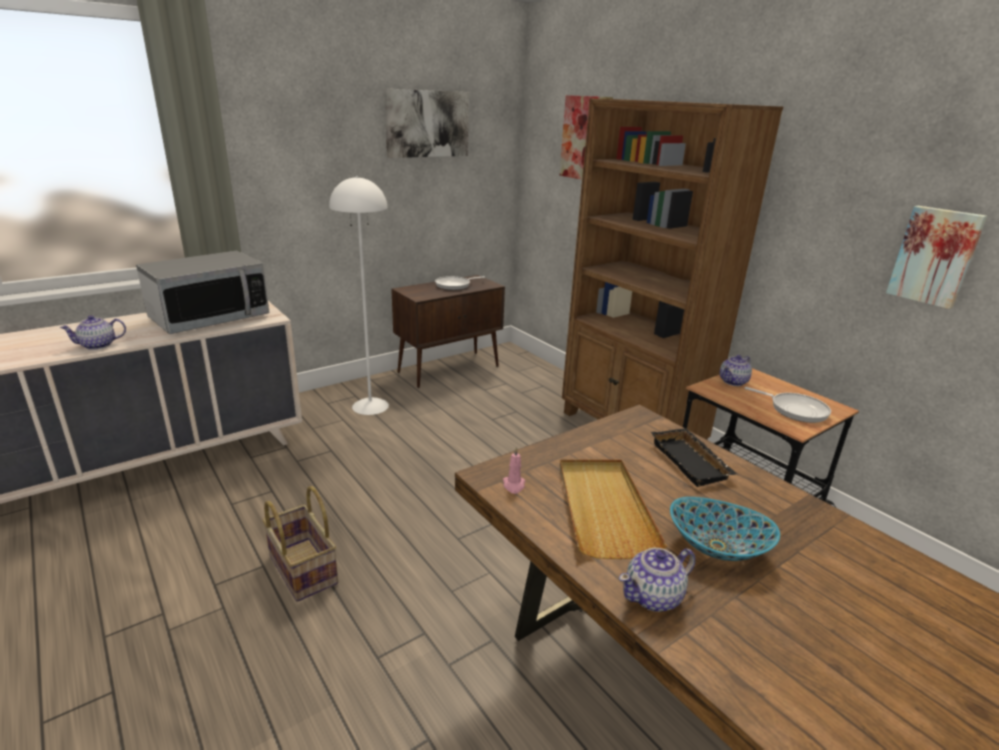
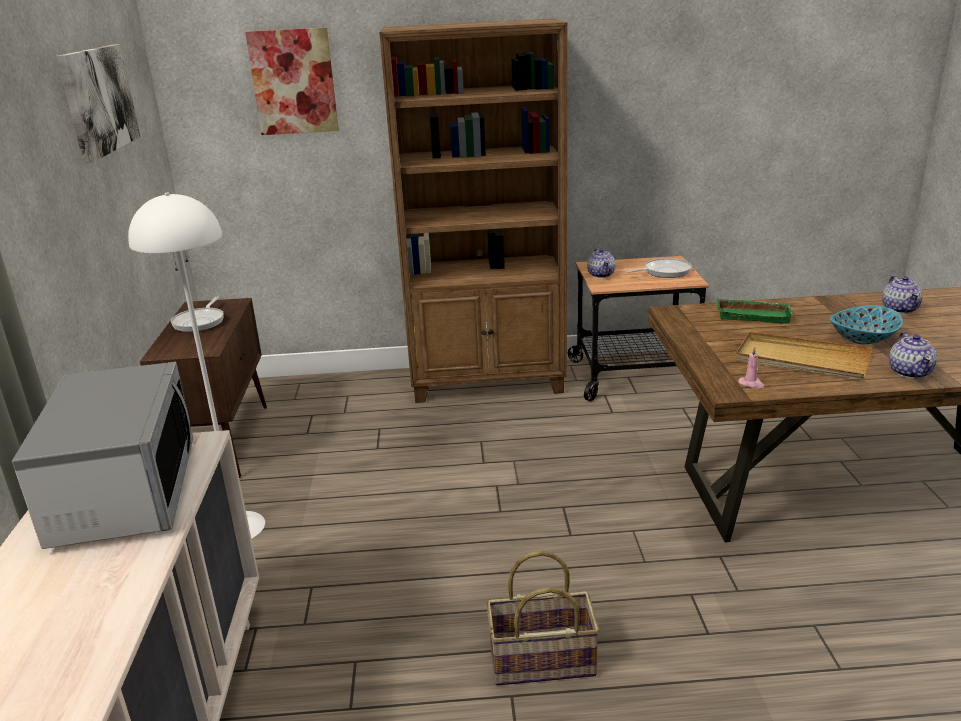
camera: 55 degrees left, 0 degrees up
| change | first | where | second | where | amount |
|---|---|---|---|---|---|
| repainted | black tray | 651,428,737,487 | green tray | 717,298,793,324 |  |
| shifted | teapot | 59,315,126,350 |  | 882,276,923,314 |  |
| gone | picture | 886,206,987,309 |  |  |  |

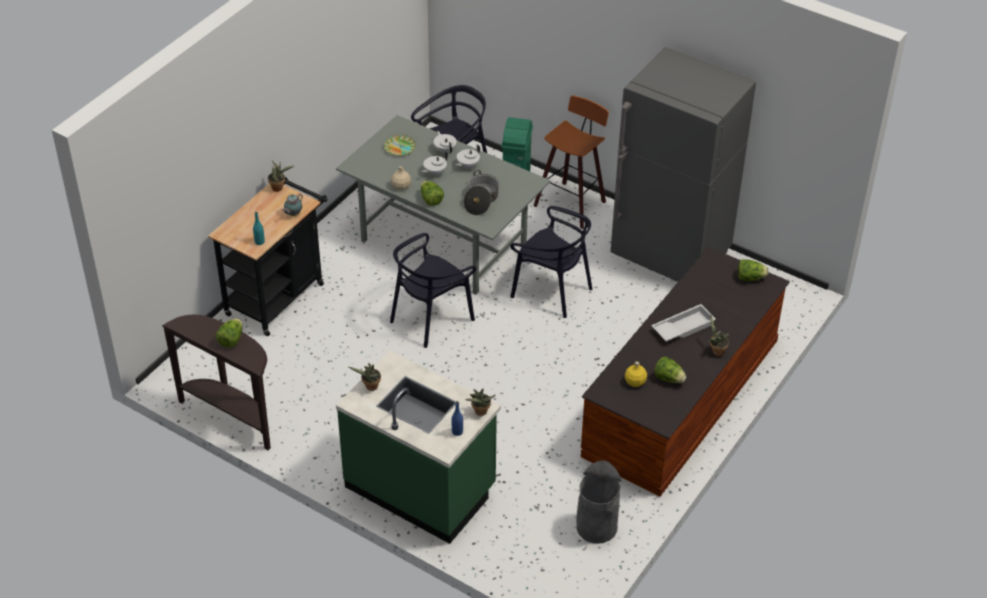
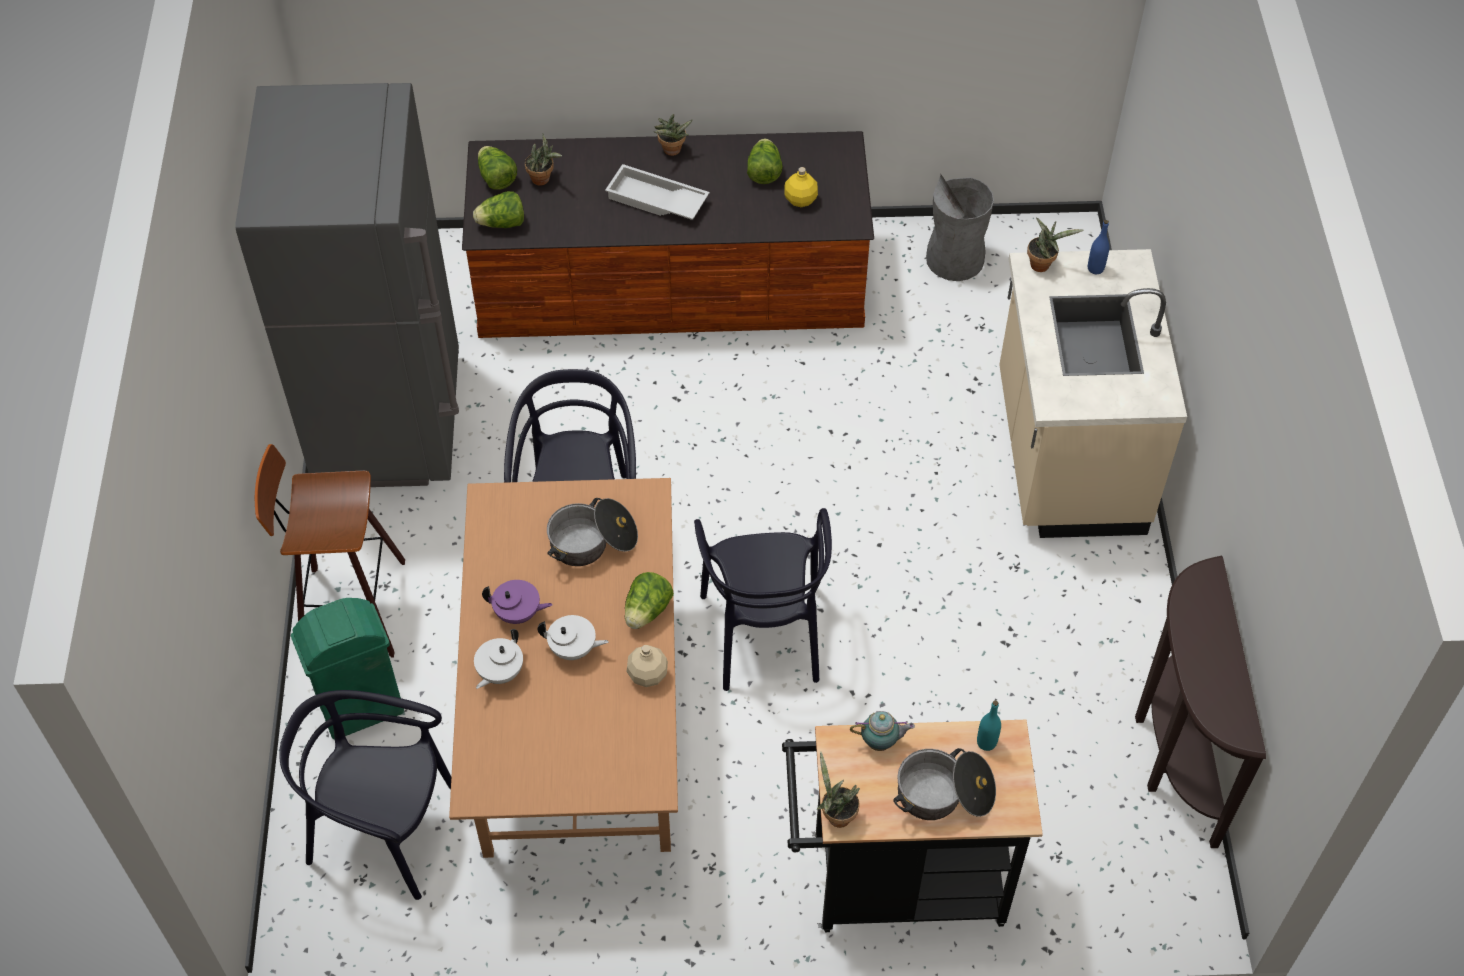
camera: 125 degrees left, 10 degrees up
| change | first | where | second | where | amount |
|---|---|---|---|---|---|
| repainted | grey dining table | 336,115,550,295 | brown dining table | 449,478,678,858 |  |
| shifted | lettuce | 216,319,243,348 |  | 473,191,524,228 |  |
| repainted | white teapot | 455,145,480,169 | purple teapot | 482,580,553,624 |  |
| shifted | potted plant | 349,363,381,391 |  | 525,133,562,186 |  |
| rotated | black chair | 390,233,477,348 |  | 694,508,832,691 | 75 degrees clockwise |
| new |  |  | cooking pot | 893,748,996,820 |  |
| repainted | green counter | 336,351,501,544 | beige counter | 999,249,1187,538 |  |
| gone | plate | 384,135,416,156 |  |  |  |

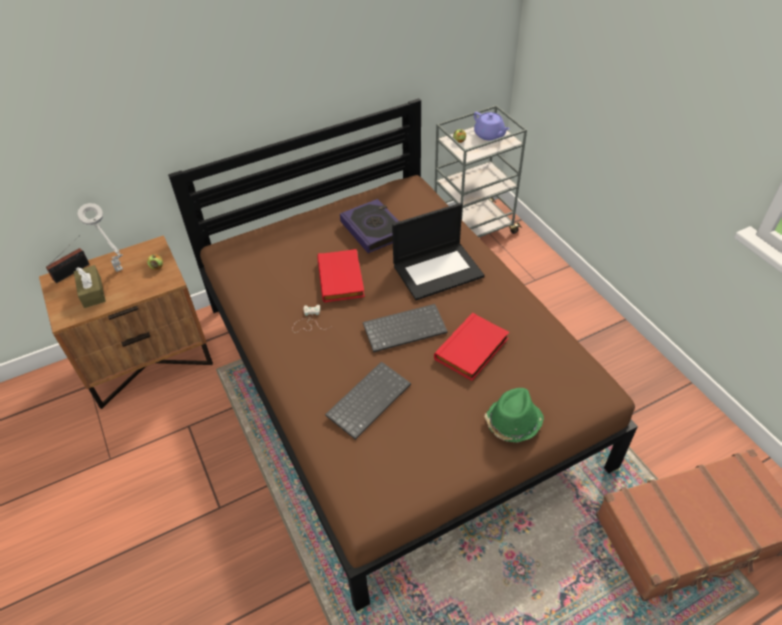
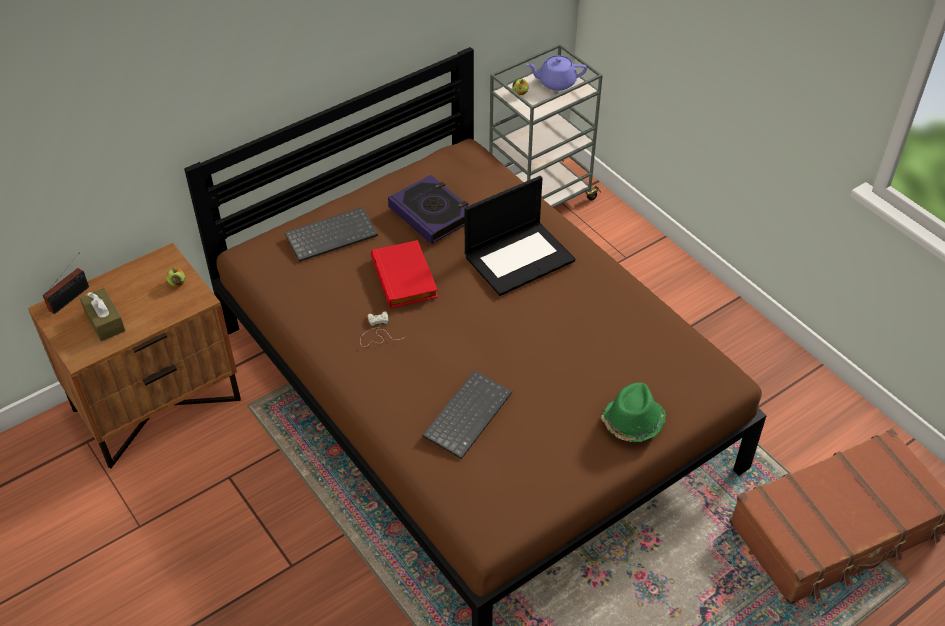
camera: 10 degrees left, 0 degrees up
| change | first | where | second | where | amount |
|---|---|---|---|---|---|
| shifted | keyboard | 363,304,448,352 |  | 285,207,378,262 |  |
| rotated | purple teapot | 473,112,510,141 |  | 526,55,587,91 | 135 degrees clockwise |
| gone | grey table lamp | 77,203,123,272 |  |  |  |
| gone | red book | 434,313,509,381 |  |  |  |

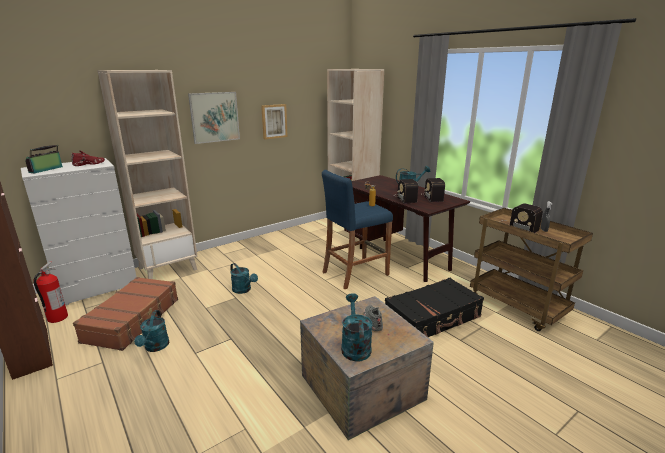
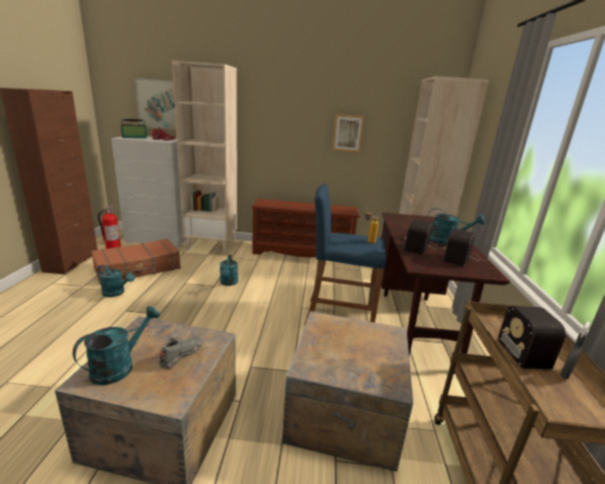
camera: 40 degrees right, 0 degrees up
| change | first | where | second | where | amount |
|---|---|---|---|---|---|
| rotated | turquoise watering can | 134,310,169,352 |  | 97,265,135,297 | 105 degrees counterclockwise |
| shifted | picture | 188,92,240,144 |  | 135,78,176,129 |  |
| new |  |  | brown shoe rack | 251,199,360,258 |  |
| swapped | black suitcase | 385,278,484,337 | crate | 282,311,413,472 |  |

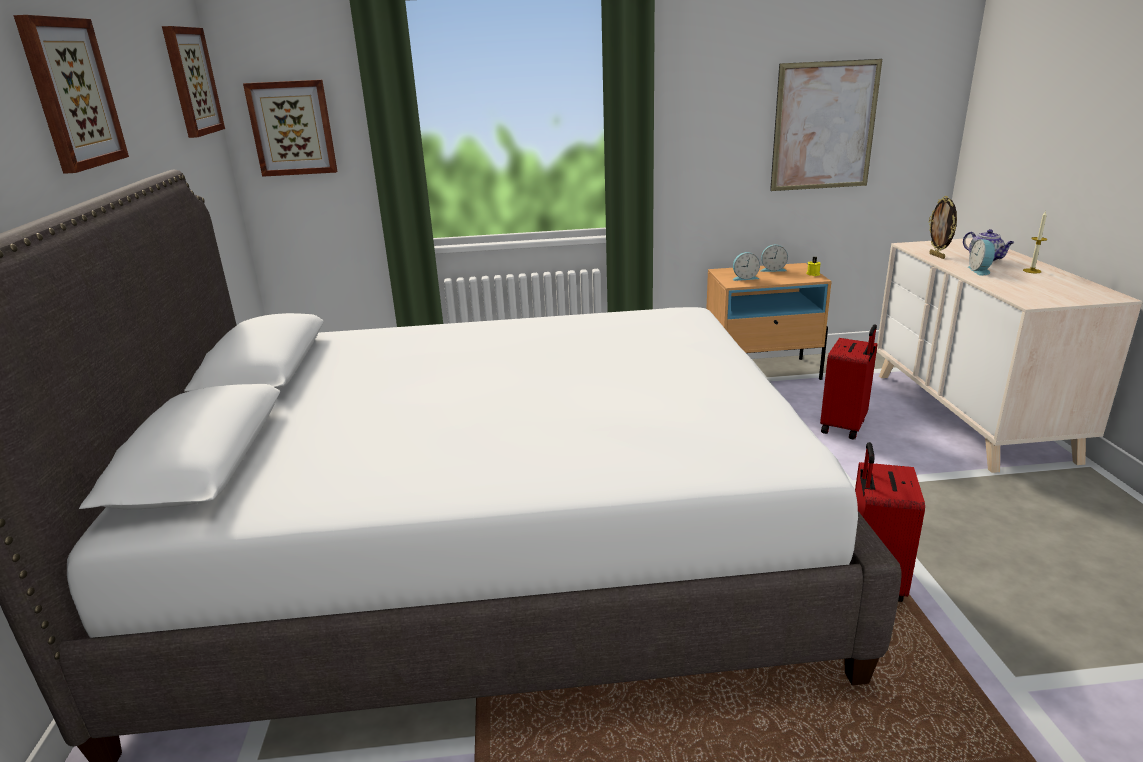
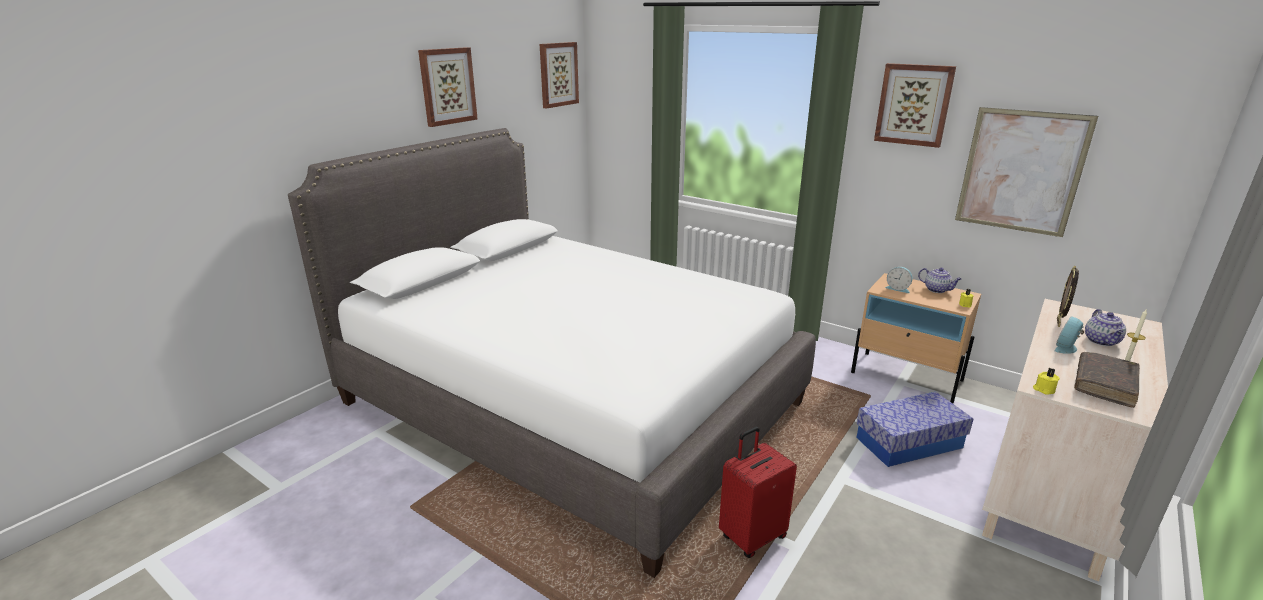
camera: 40 degrees right, 0 degrees up
| change | first | where | second | where | amount |
|---|---|---|---|---|---|
| swapped | red suitcase | 820,324,878,440 | storage box | 856,392,973,467 |  |
| shifted | picture | 243,80,338,177 |  | 874,63,956,148 |  |
| swapped | alarm clock | 761,245,788,272 | teapot | 918,268,962,293 |  |
| new |  |  | yellow candle | 1033,368,1060,395 |  |
| new |  |  | brown book | 1074,352,1140,408 |  |

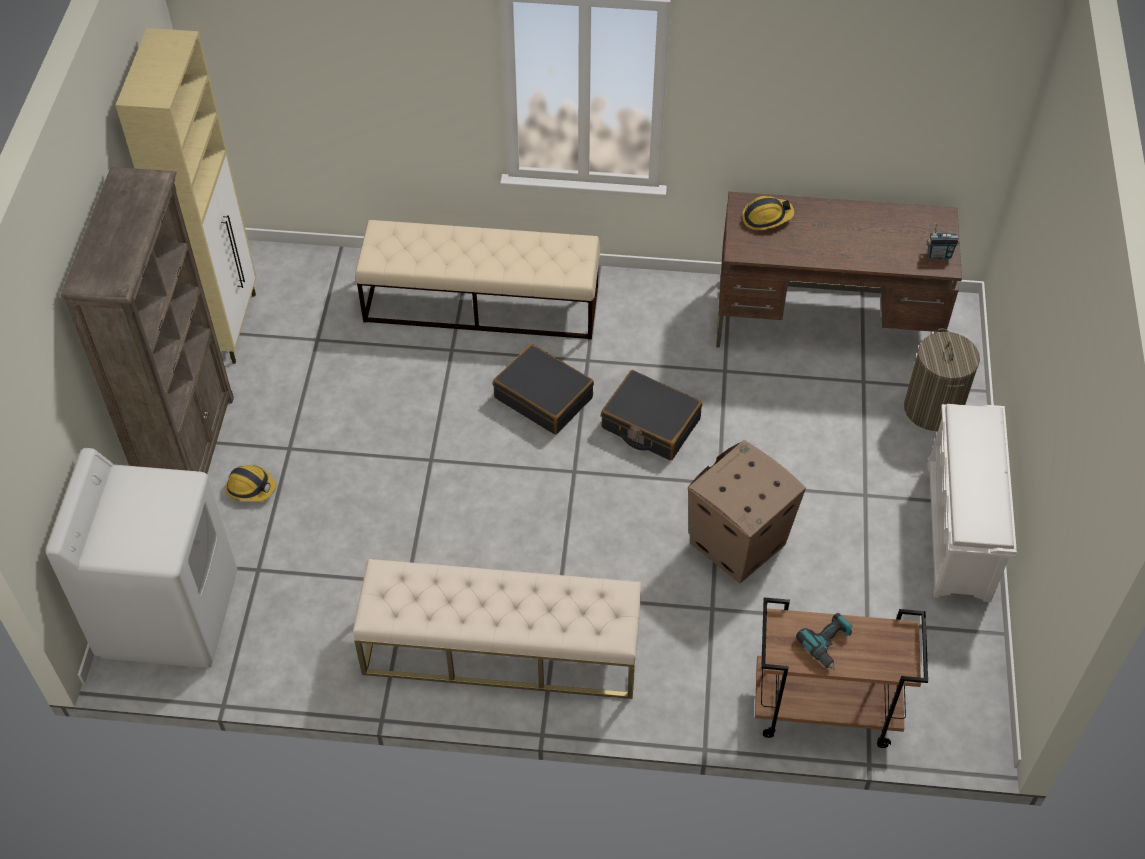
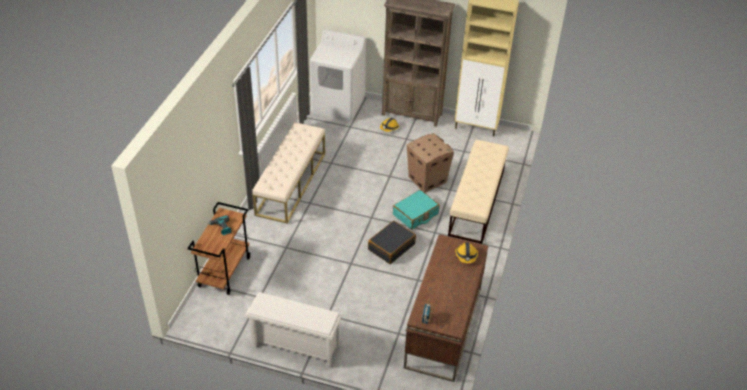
camera: 100 degrees right, 10 degrees down
| change | first | where | second | where | amount |
|---|---|---|---|---|---|
| repainted | black suitcase | 493,344,594,435 | turquoise suitcase | 393,190,439,230 |  |
| shifted | cardboard box | 688,440,806,583 |  | 407,133,454,193 |  |
| gone | laundry basket | 904,328,980,431 |  |  |  |

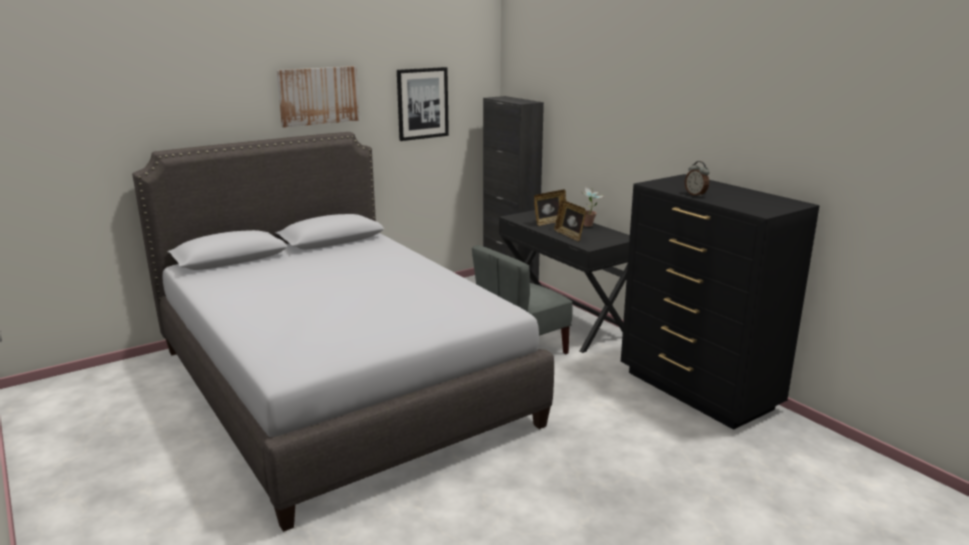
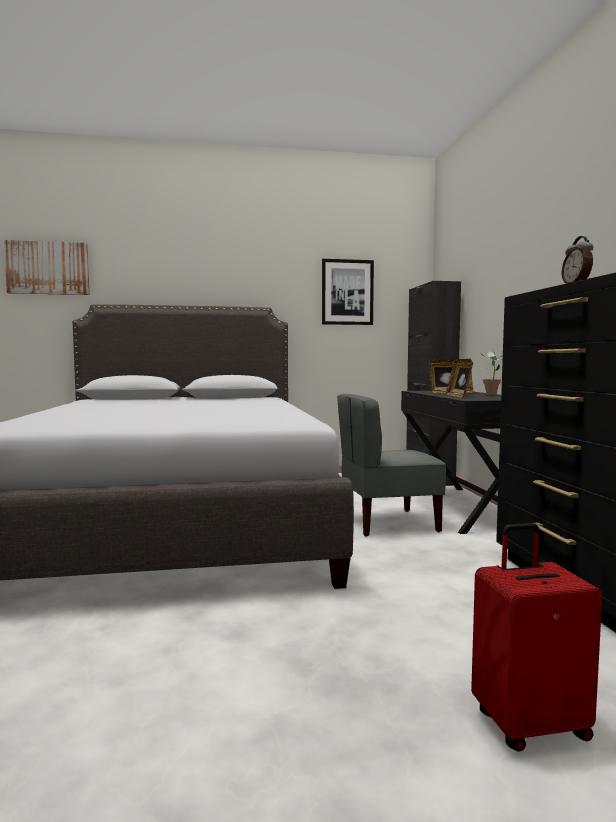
camera: 25 degrees right, 15 degrees down
| change | first | where | second | where | amount |
|---|---|---|---|---|---|
| shifted | picture | 276,66,360,128 |  | 4,240,89,295 |  |
| new |  |  | red suitcase | 471,523,602,752 |  |

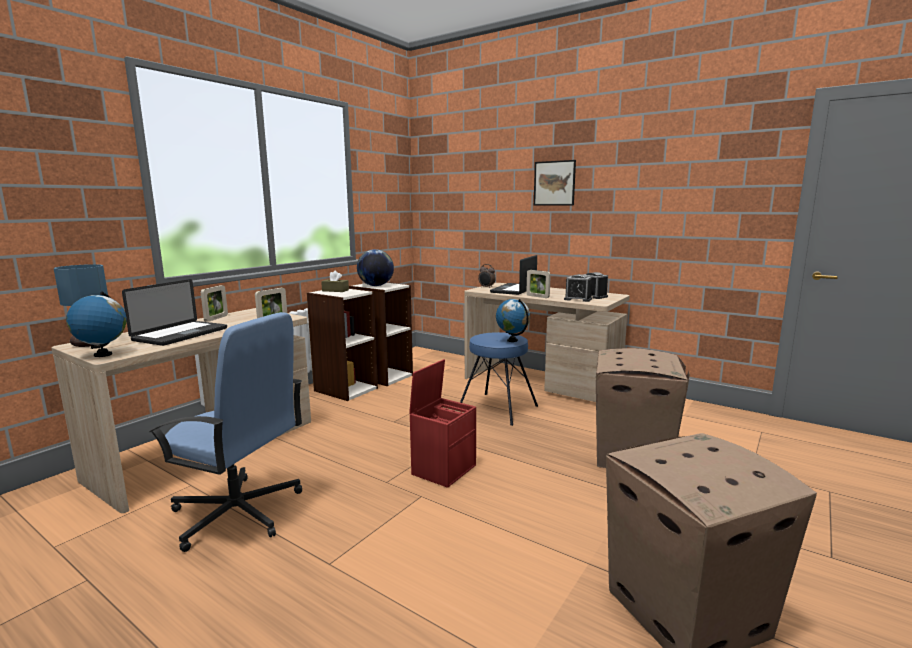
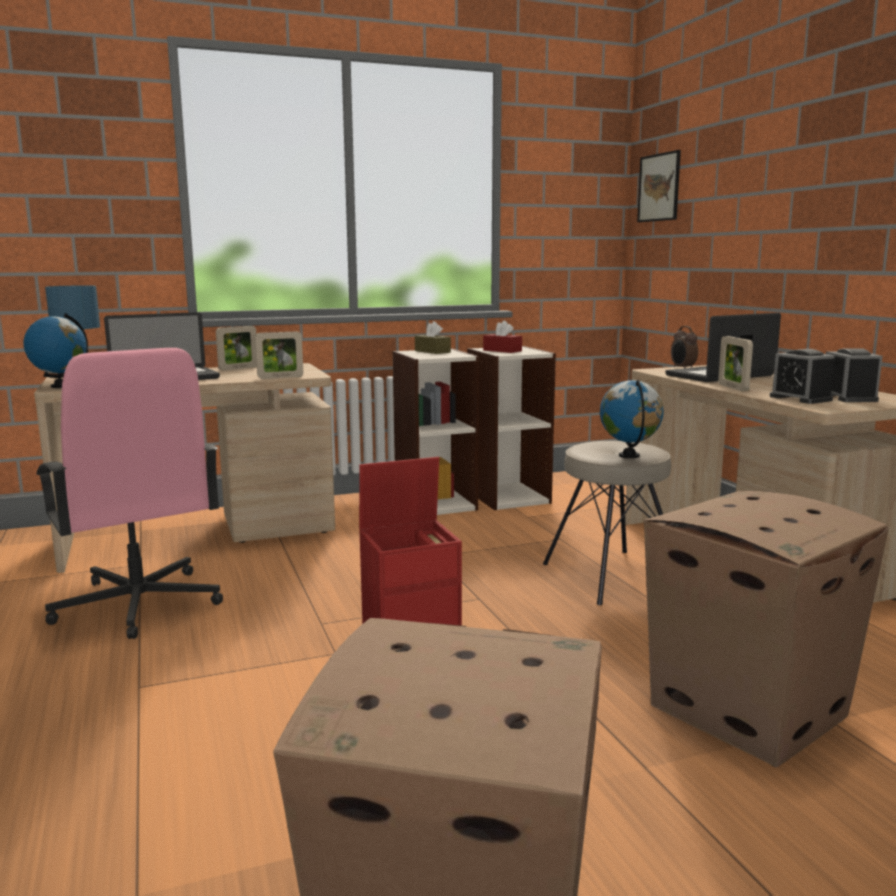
camera: 35 degrees right, 0 degrees up
| change | first | where | second | where | amount |
|---|---|---|---|---|---|
| repainted | blue office chair | 149,312,302,552 | pink office chair | 36,348,223,639 |  |
| swapped | globe | 357,249,394,286 | red tissue box | 483,320,522,353 |  |
| repainted | blue stool | 460,332,538,426 | beige stool | 543,441,671,605 |  |
| shifted | picture | 534,160,576,206 |  | 637,150,681,222 |  |

